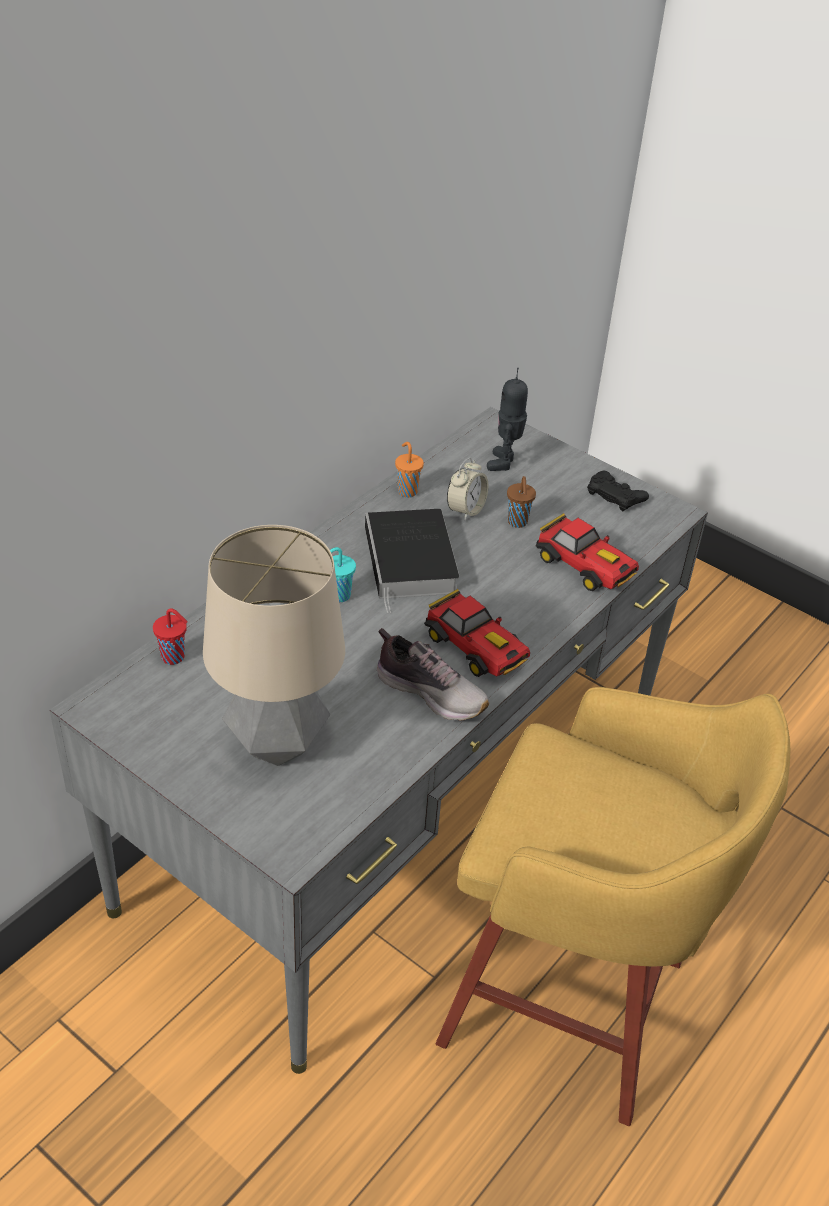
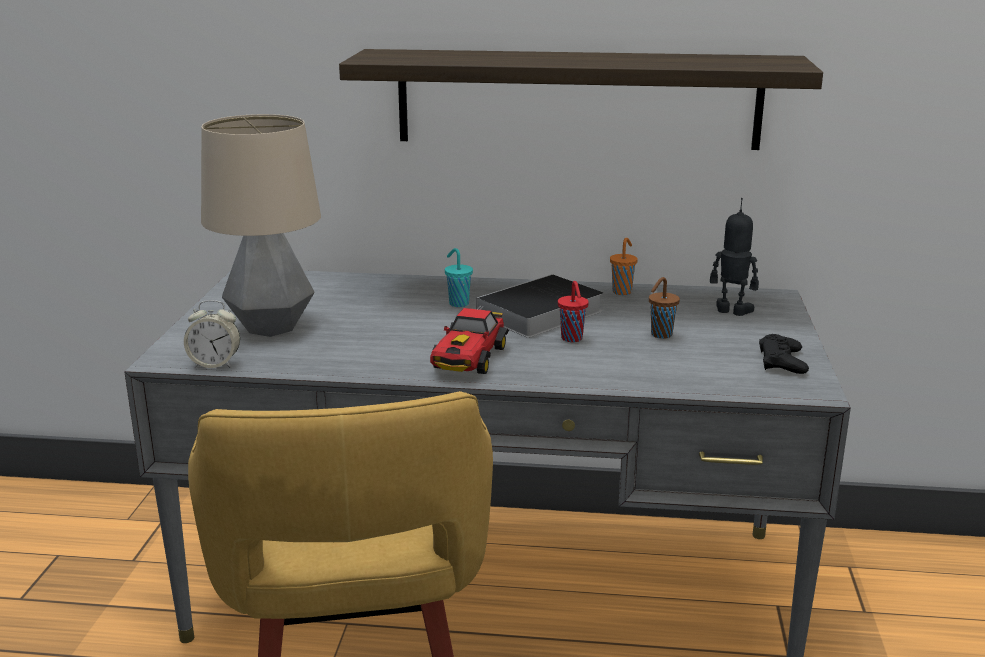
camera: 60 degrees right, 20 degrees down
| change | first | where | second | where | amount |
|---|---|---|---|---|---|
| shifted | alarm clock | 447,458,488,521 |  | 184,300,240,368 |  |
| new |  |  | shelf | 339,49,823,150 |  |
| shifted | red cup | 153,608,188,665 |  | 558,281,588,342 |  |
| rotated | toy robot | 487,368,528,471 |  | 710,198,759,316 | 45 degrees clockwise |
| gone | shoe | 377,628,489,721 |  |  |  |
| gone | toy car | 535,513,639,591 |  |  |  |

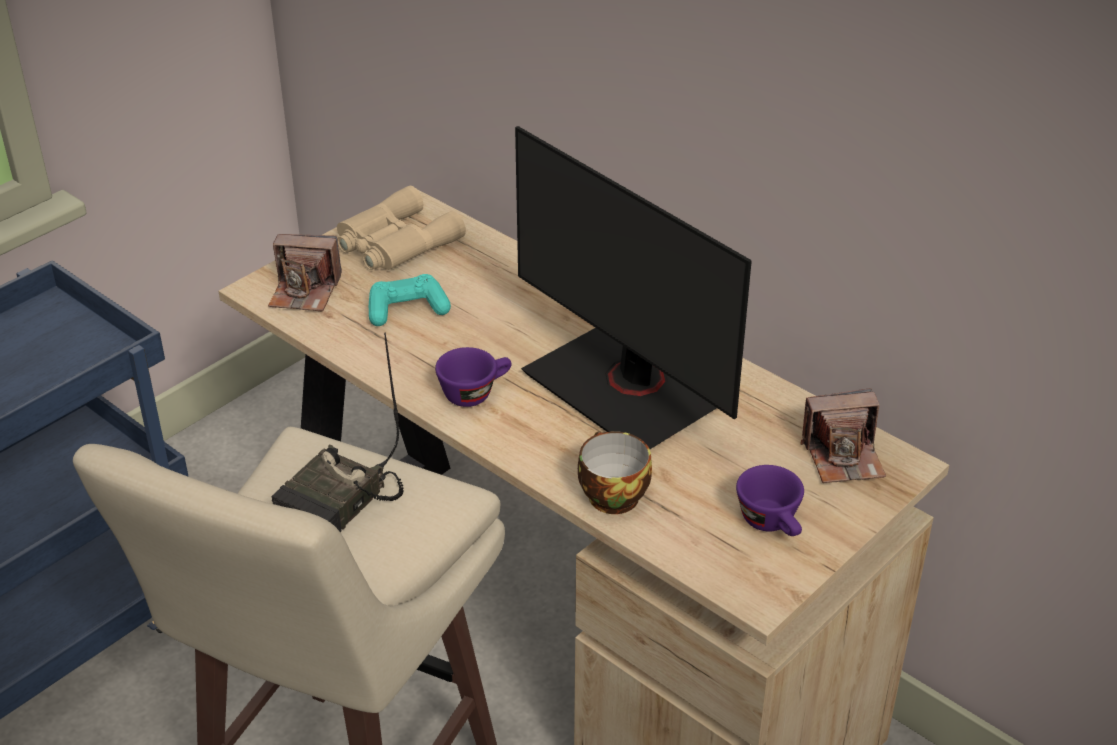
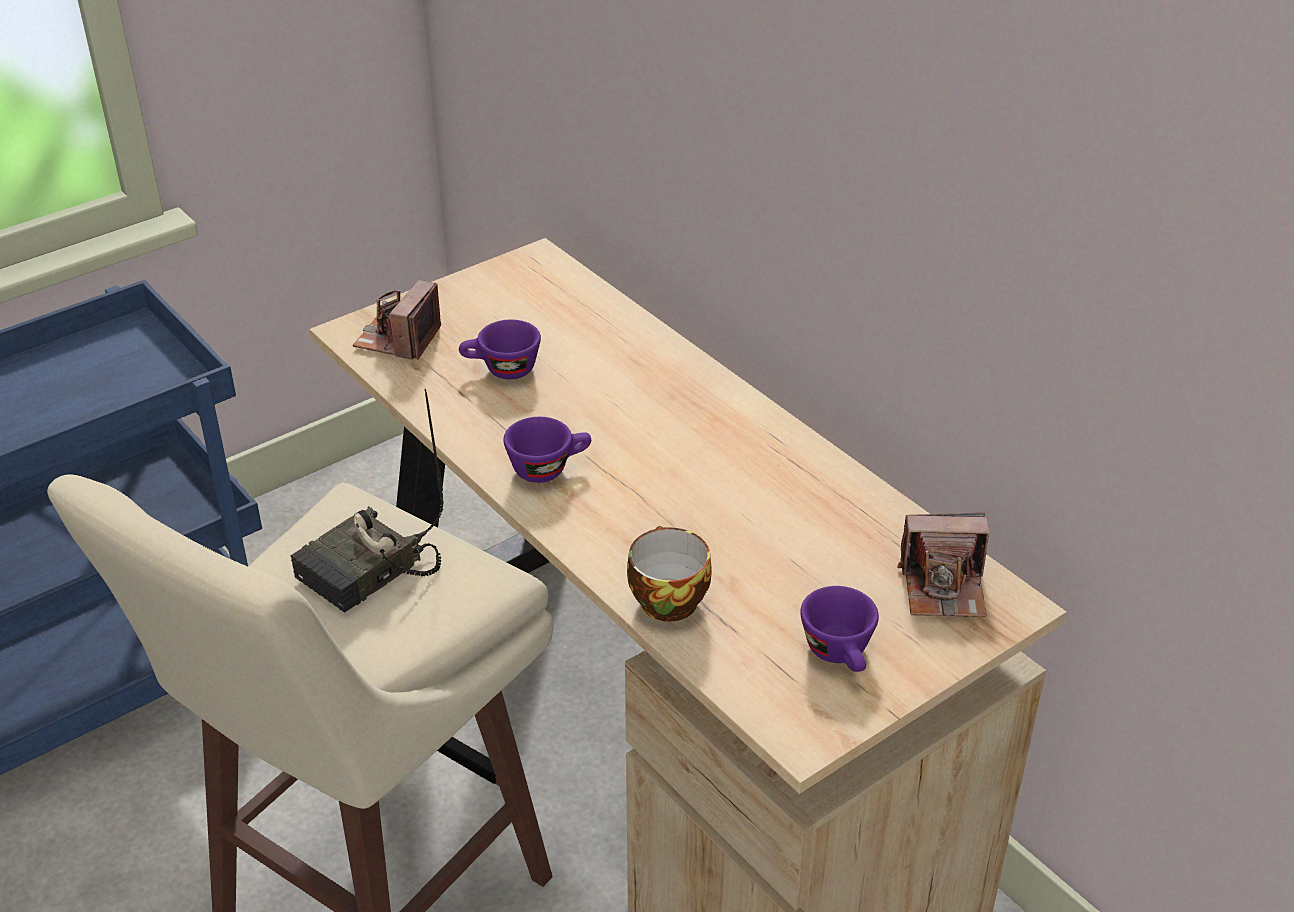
camera: 10 degrees right, 0 degrees up
| change | first | where | second | where | amount |
|---|---|---|---|---|---|
| rotated | photo camera | 268,234,342,311 |  | 352,280,441,360 | 90 degrees clockwise |
| swapped | turquoise game controller | 369,274,451,326 | purple cup | 459,319,541,379 |  |
| gone | beige binoculars | 337,186,466,270 |  |  |  |
| gone | monitor | 515,126,752,449 |  |  |  |

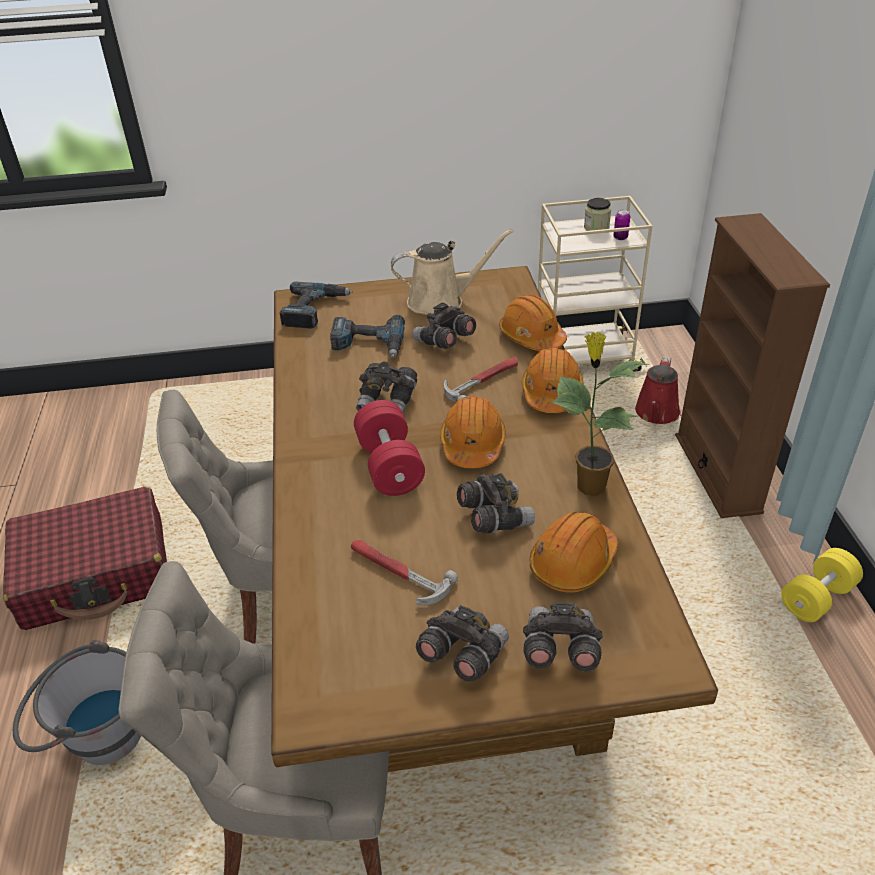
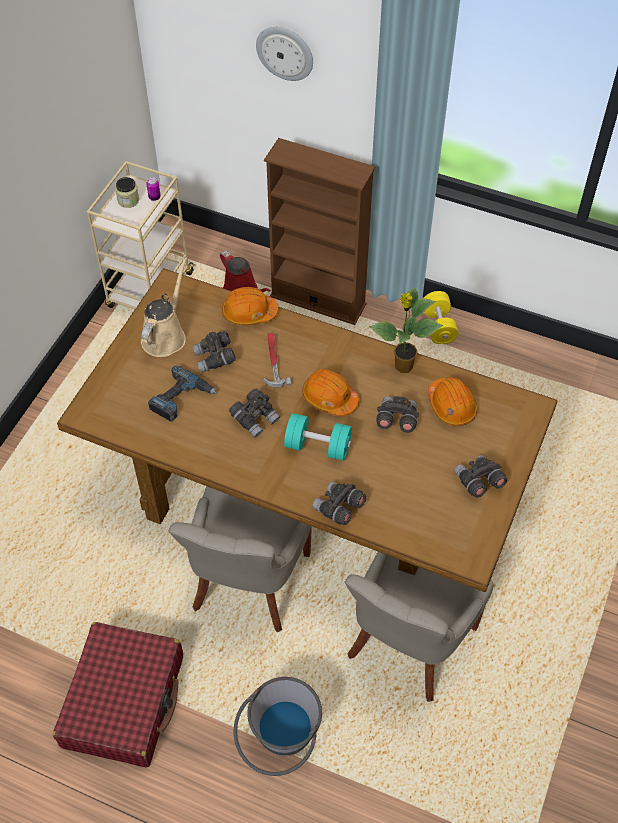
camera: 60 degrees left, 15 degrees up
| change | first | where | second | where | amount |
|---|---|---|---|---|---|
| new |  |  | wall clock | 256,27,313,81 |  |
| repainted | red dumbbell | 354,400,425,496 | turquoise dumbbell | 284,413,352,461 |  |
| shifted | grey binoculars | 523,602,603,672 |  | 312,481,366,525 |  |
| gone | power drill | 280,282,353,329 |  |  |  |
| gone | hammer | 351,540,458,605 |  |  |  |
| gone | orange hard hat | 522,347,584,413 |  |  |  |

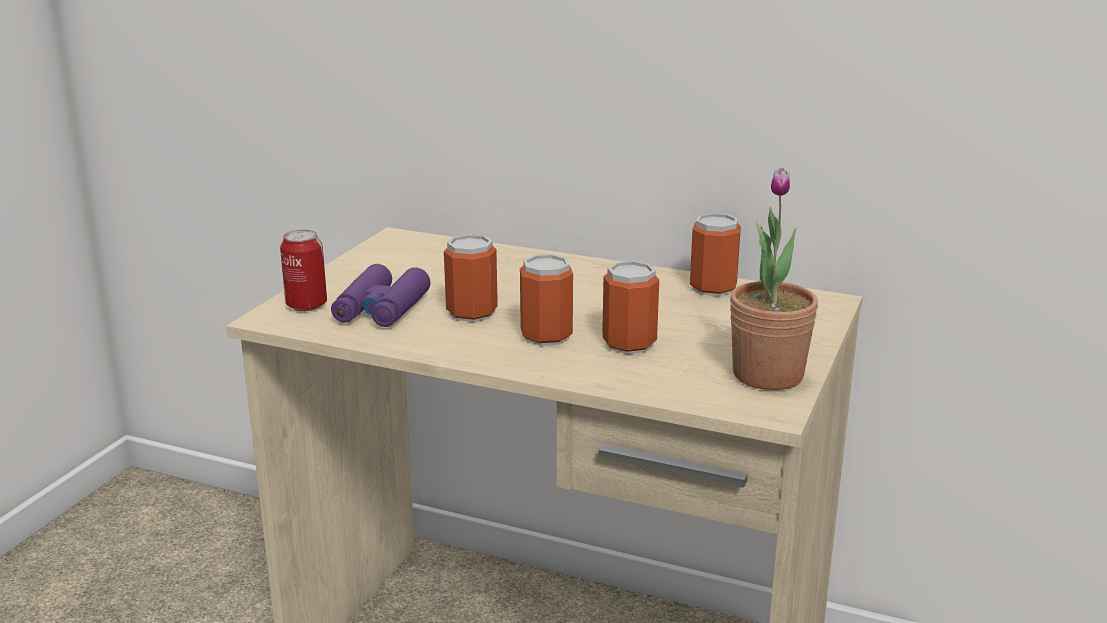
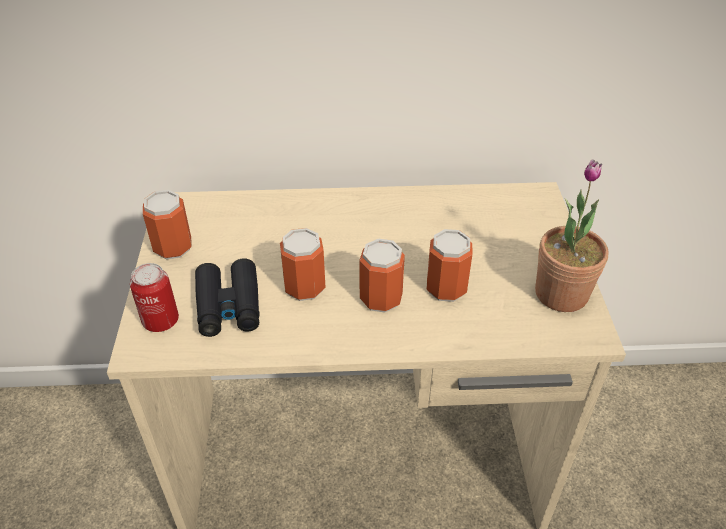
camera: 25 degrees left, 20 degrees up
| change | first | where | second | where | amount |
|---|---|---|---|---|---|
| shifted | can | 690,213,741,296 |  | 143,190,192,259 |  |
| repainted | purple binoculars | 331,264,431,327 | black binoculars | 195,259,259,337 |  |

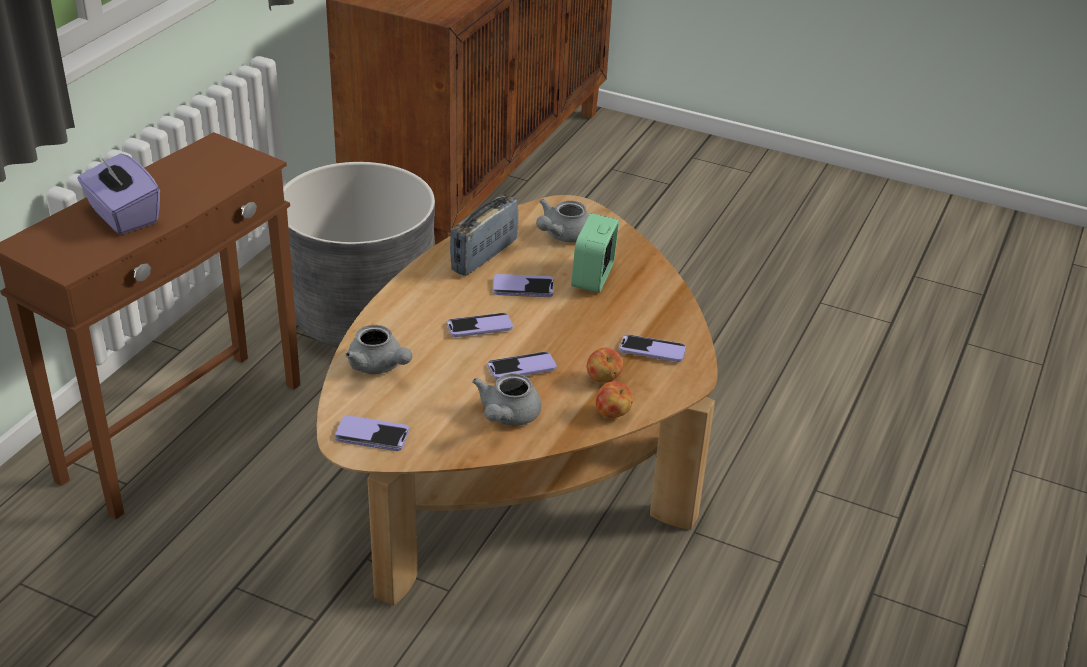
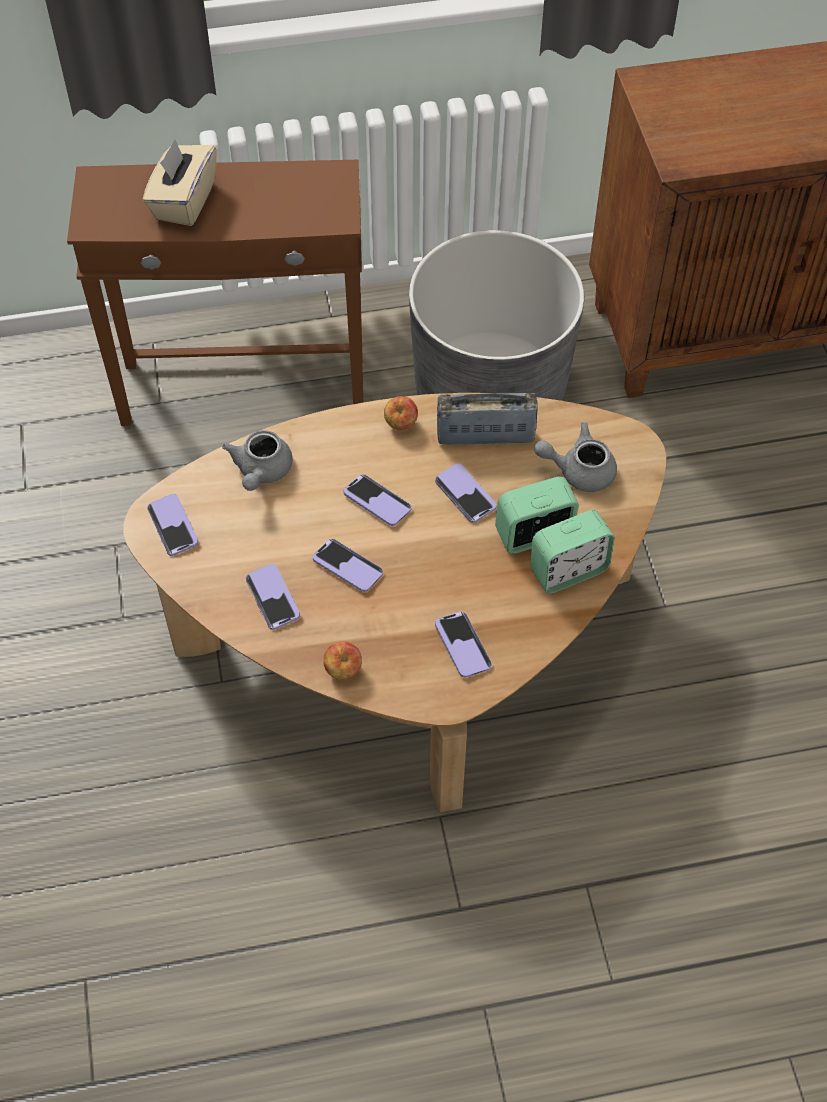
camera: 55 degrees right, 20 degrees up
| change | first | where | second | where | amount |
|---|---|---|---|---|---|
| repainted | purple tissue box | 77,153,160,234 | beige tissue box | 143,139,217,226 |  |
| swapped | grey teapot | 472,373,542,426 | phone | 246,564,300,630 |  |
| shifted | apple | 586,347,623,383 |  | 384,396,418,430 |  |
| new |  |  | alarm clock | 530,510,615,594 |  |

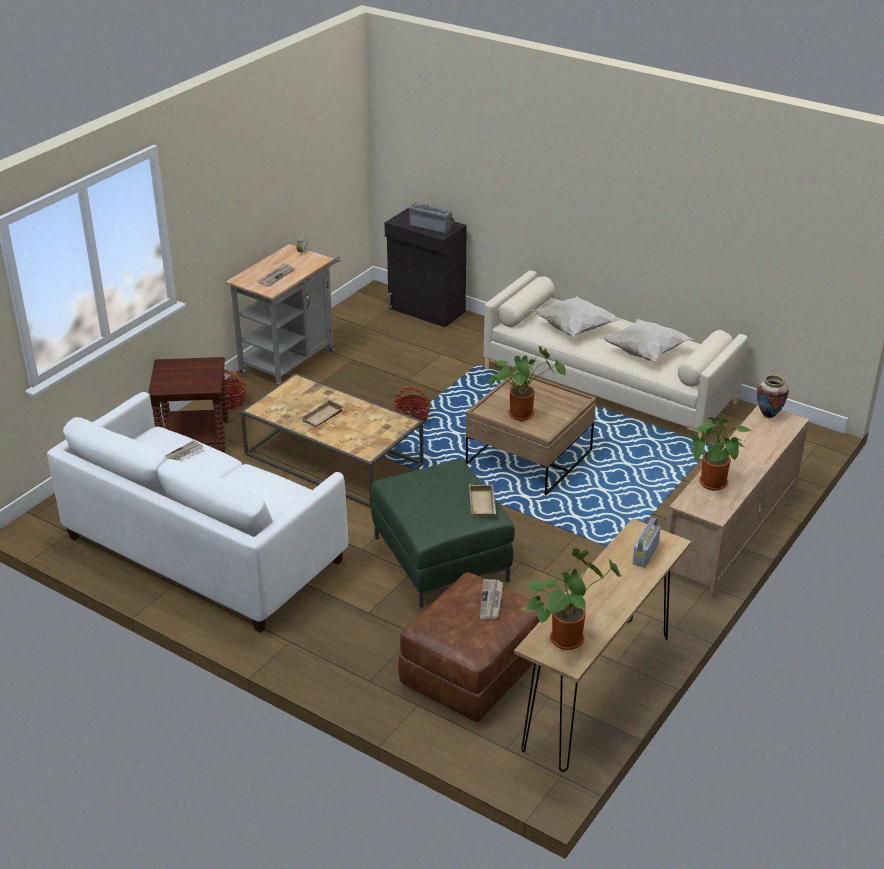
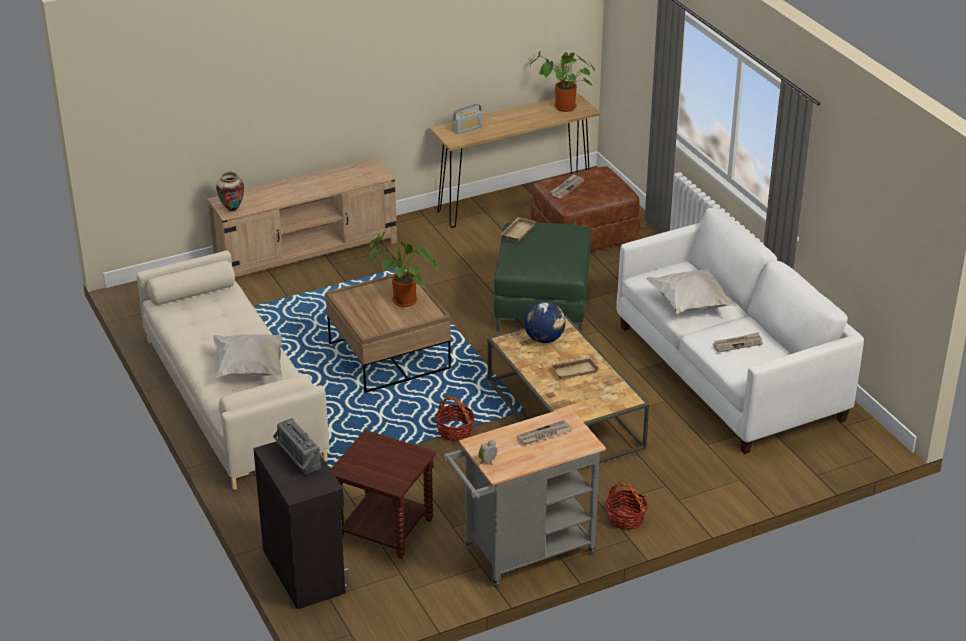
camera: 150 degrees left, 0 degrees up
| change | first | where | second | where | amount |
|---|---|---|---|---|---|
| shifted | brown side table | 148,357,229,452 |  | 330,430,436,559 |  |
| new |  |  | globe | 524,301,566,343 |  |
| shifted | white pillow | 600,319,693,361 |  | 646,269,737,314 |  |
| gone | potted plant | 692,416,752,491 |  |  |  |

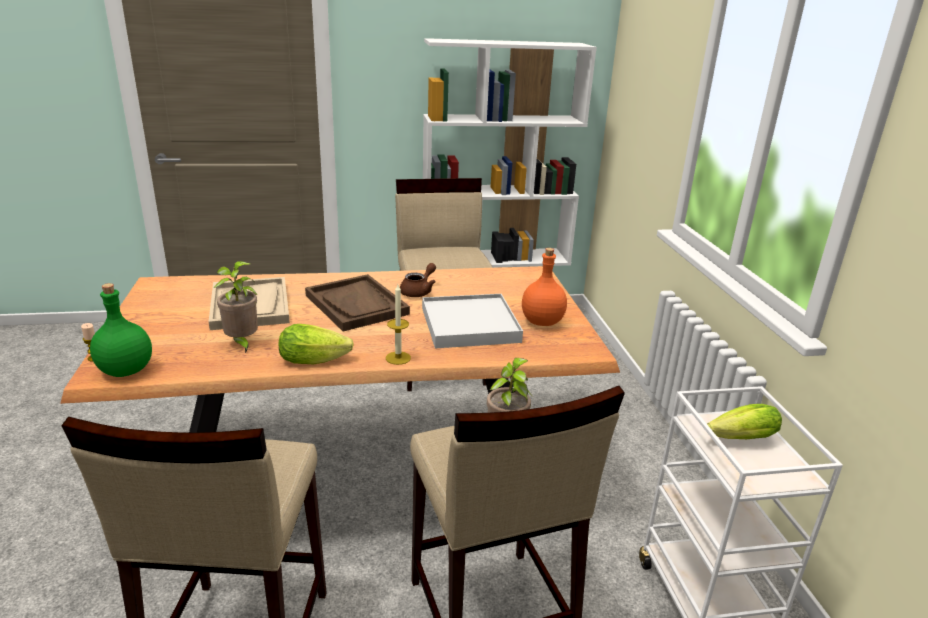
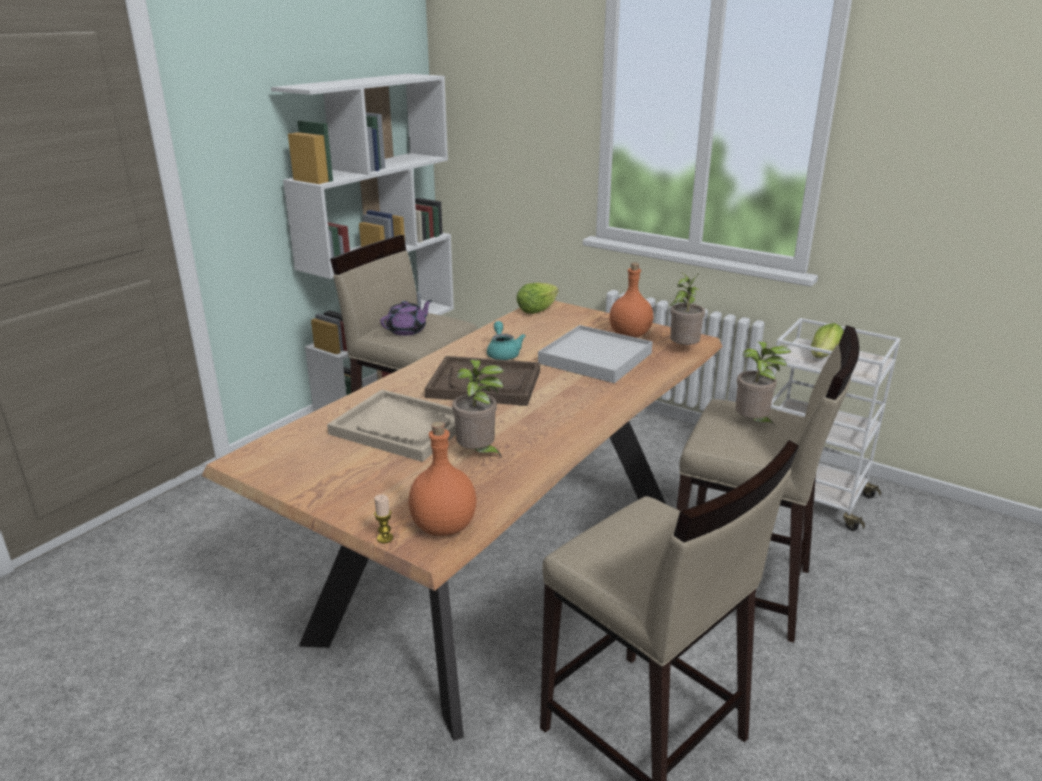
camera: 45 degrees left, 0 degrees up
| change | first | where | second | where | amount |
|---|---|---|---|---|---|
| new |  |  | purple teapot | 380,300,432,336 |  |
| repainted | green bottle | 90,283,152,377 | orange bottle | 408,422,476,536 |  |
| repainted | brown teapot | 400,263,436,297 | turquoise teapot | 487,321,525,360 |  |
| shifted | lettuce | 279,324,354,365 |  | 516,283,559,314 |  |
| new |  |  | potted plant | 670,272,705,345 |  |
| gone | candle | 386,284,411,365 |  |  |  |

